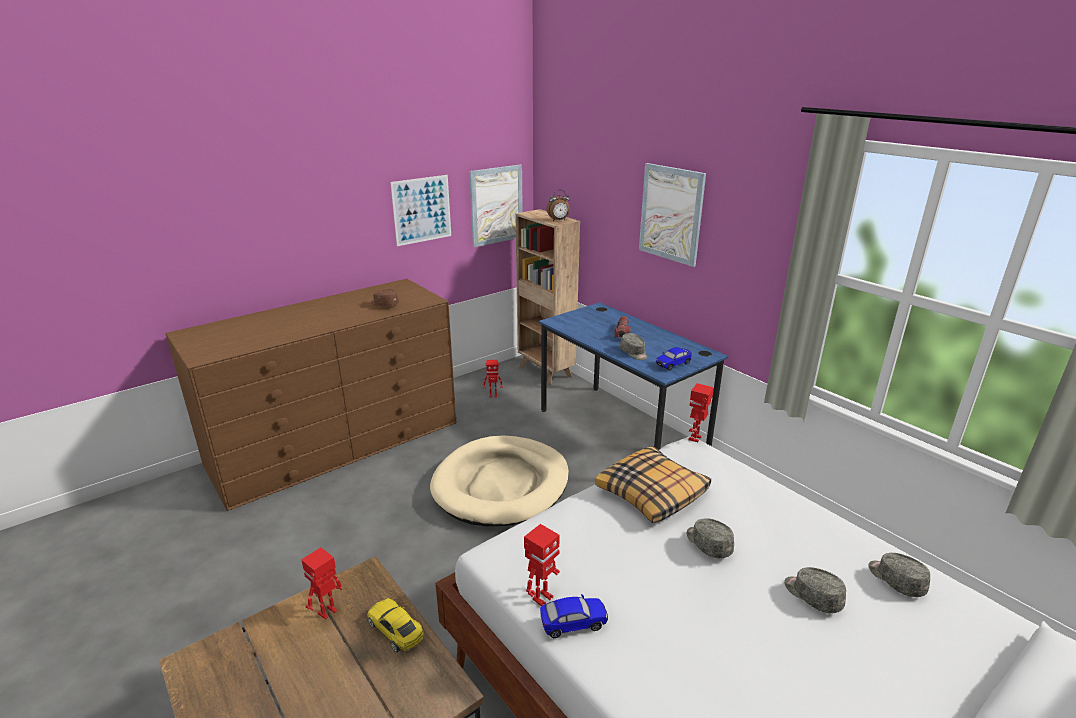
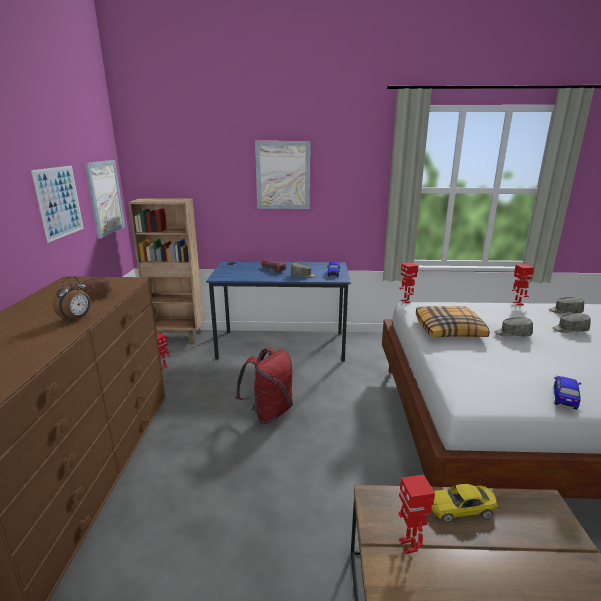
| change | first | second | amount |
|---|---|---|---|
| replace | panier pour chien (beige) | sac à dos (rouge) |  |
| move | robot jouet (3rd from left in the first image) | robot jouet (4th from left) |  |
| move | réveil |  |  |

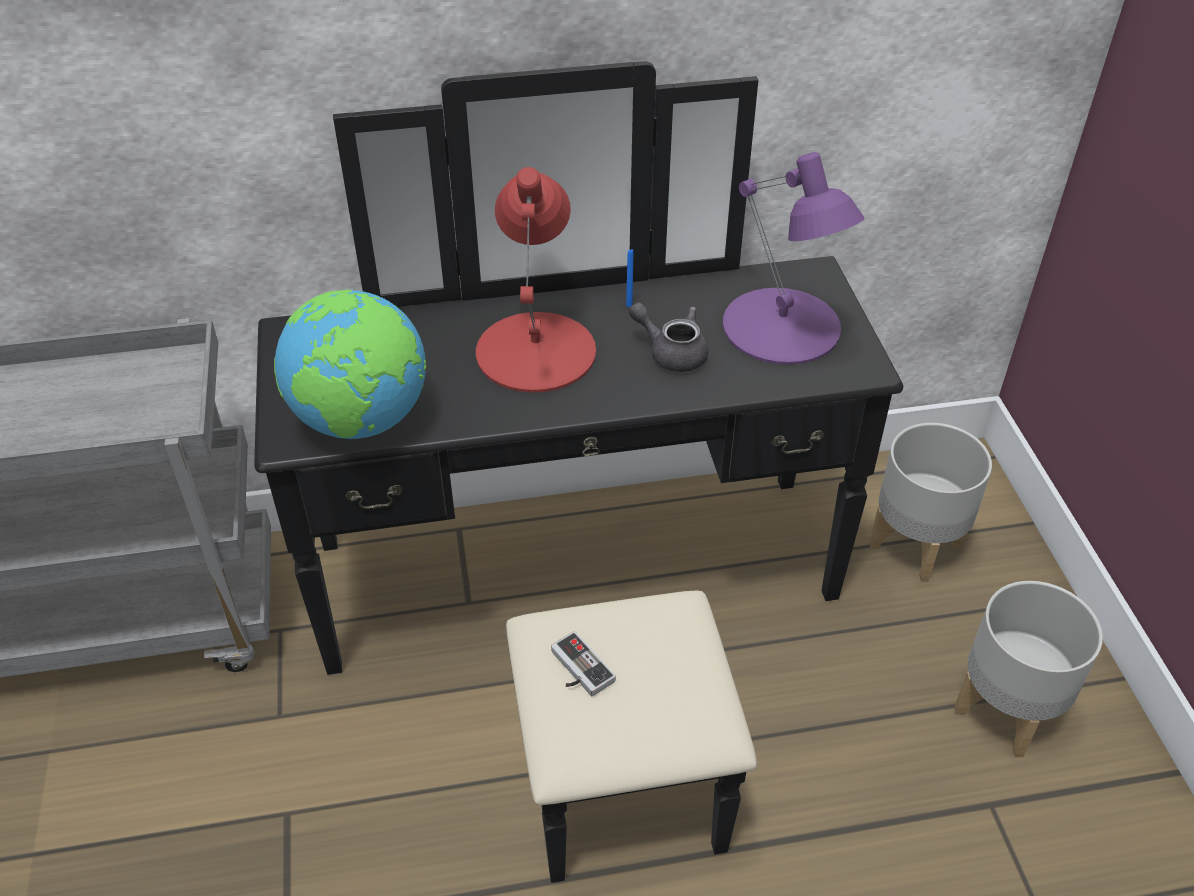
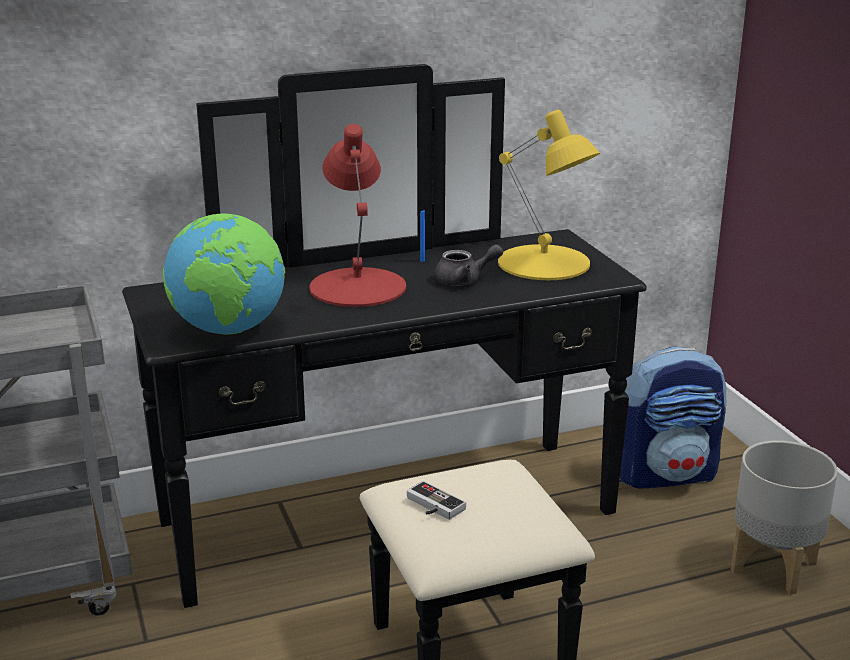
| change | first | second | amount |
|---|---|---|---|
| rotate | théière (gris) |  | 150 degrees clockwise |
| recolor | lampe de table (violet) | lampe de table (jaune) |  |
| replace | cache-pot (gris) (1st from left) | sac à dos |  |

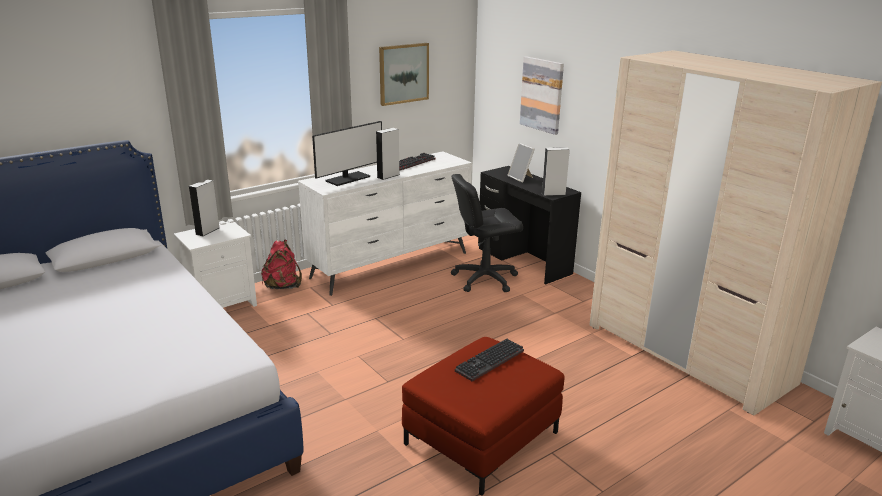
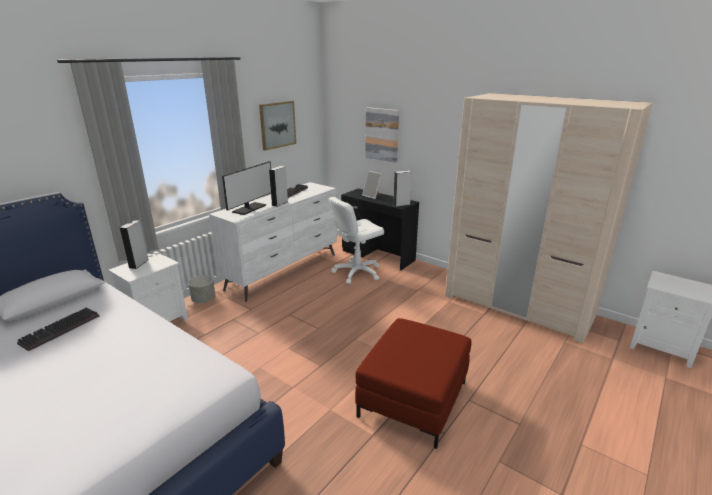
| change | first | second | amount |
|---|---|---|---|
| replace | sac à dos (rouge) | cache-pot (gris) |  |
| recolor | chaise de bureau (noir) | chaise de bureau (blanc) |  |
| move | clavier (2nd from left in the first image) | clavier (1st from left) |  |

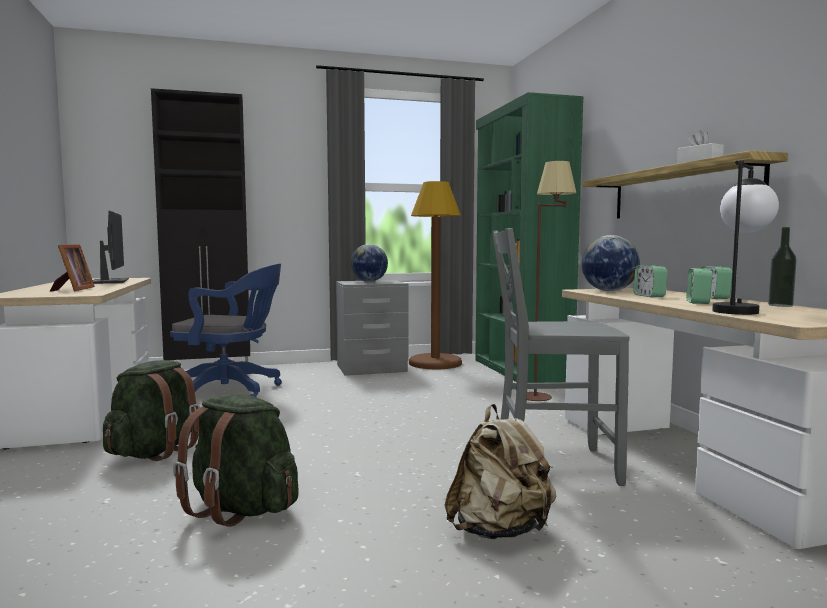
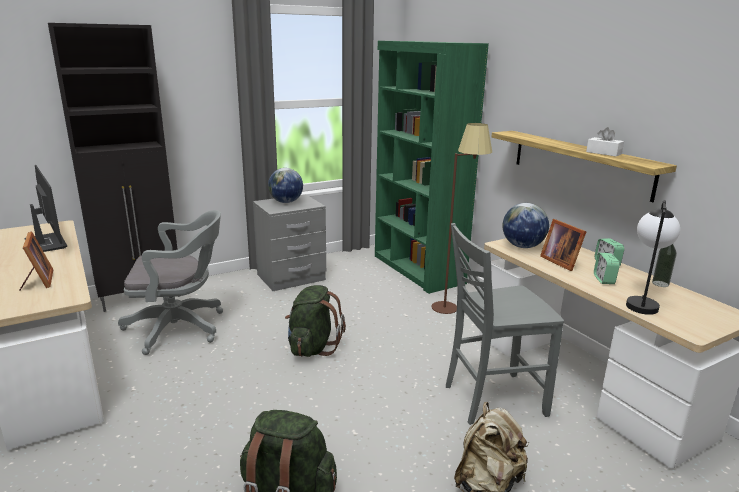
| change | first | second | amount |
|---|---|---|---|
| move | sac à dos (vert) (1st from left in the first image) | sac à dos (vert) (2nd from left) |  |
| recolor | chaise de bureau (bleu) | chaise de bureau (gris) |  |
| delete | lampadaire (marron) (1st from left) |  |  |
| replace | réveil (1st from left) | cadre photo (2nd from left) |  |

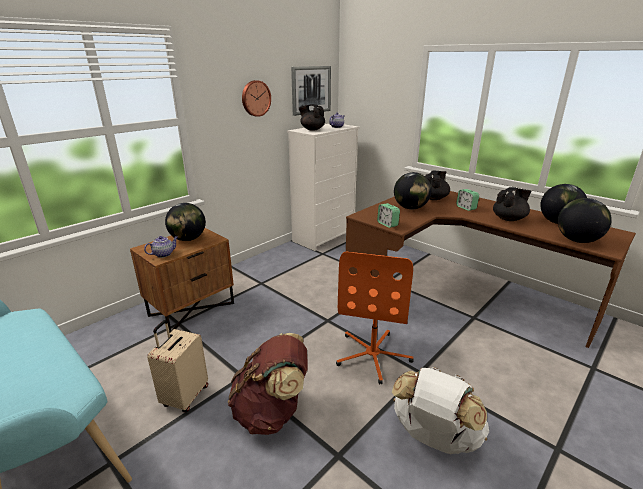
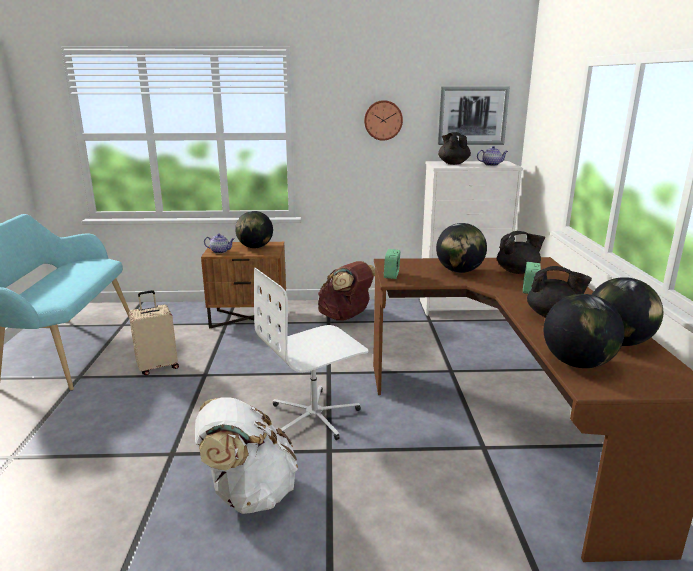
| change | first | second | amount |
|---|---|---|---|
| move | sac à dos (marron) |  |  |
| recolor | chaise de bureau (orange) | chaise de bureau (blanc) |  |

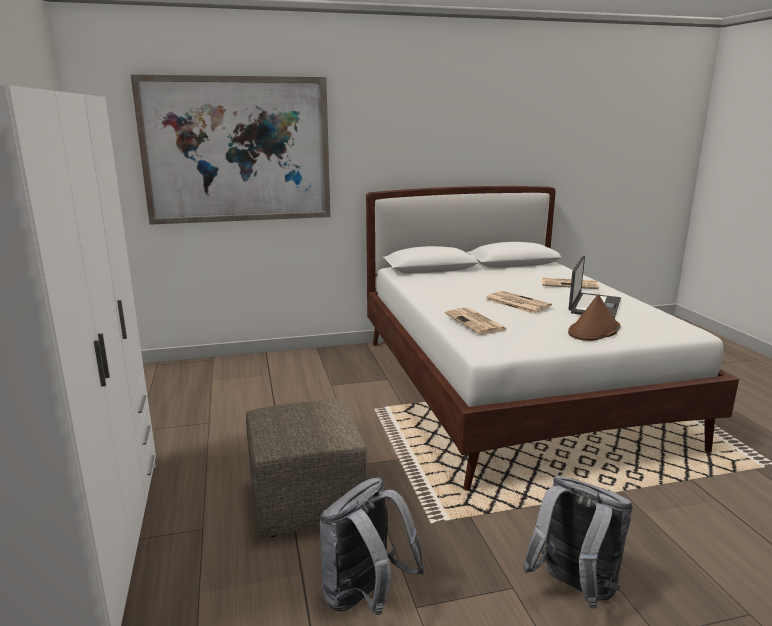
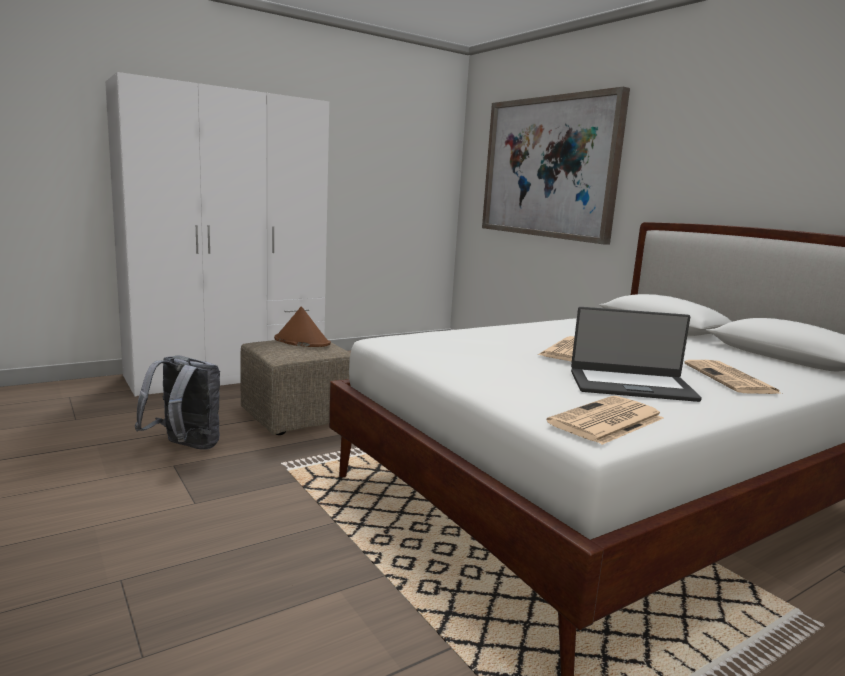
| change | first | second | amount |
|---|---|---|---|
| move | journal (1st from left in the first image) | journal (2nd from left) |  |
| delete | sac à dos (gris) (2nd from left) |  |  |
| move | chapeau (marron) |  |  |

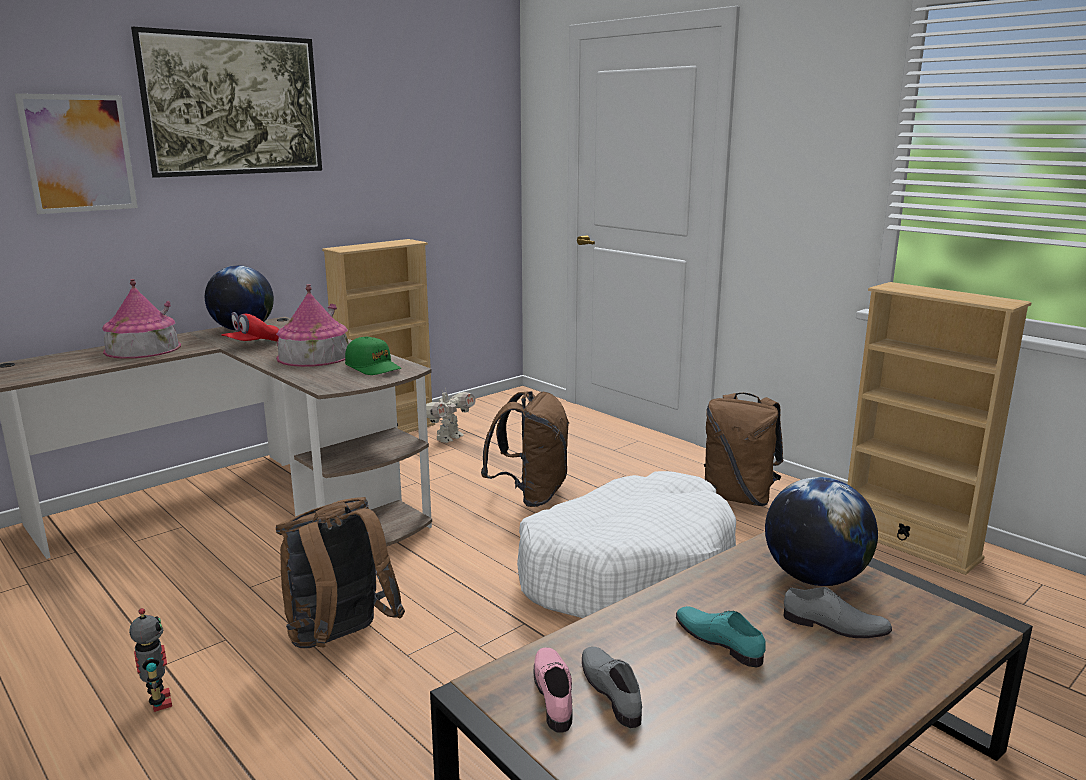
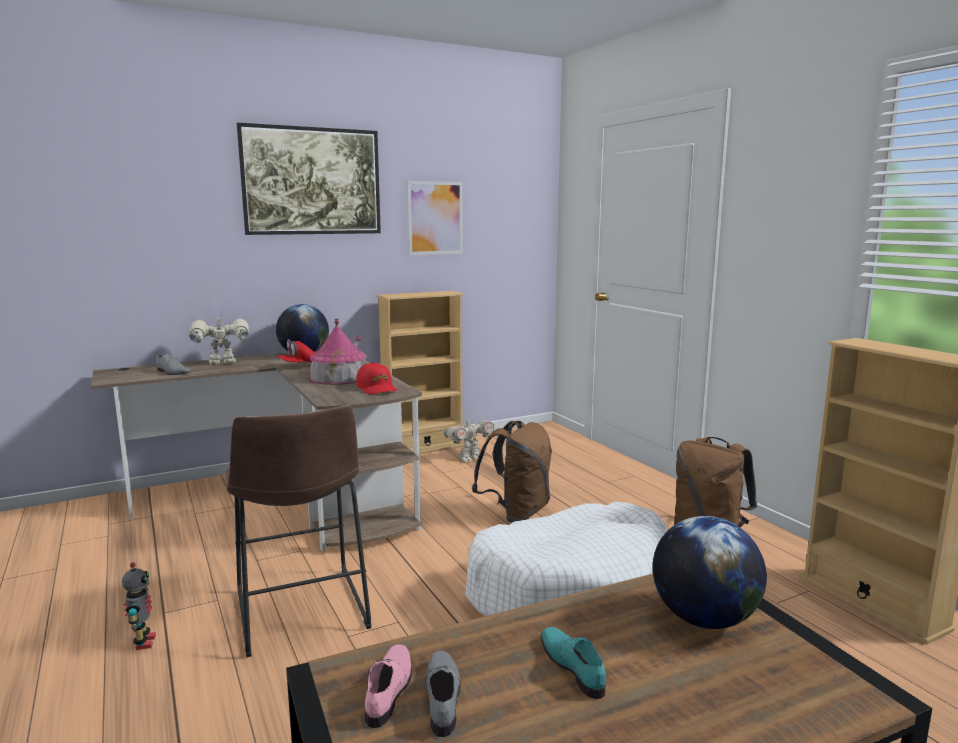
| change | first | second | amount |
|---|---|---|---|
| move | tableau (1st from left in the first image) | tableau (2nd from left) |  |
| replace | maison miniature (1st from left) | robot jouet (2nd from left) |  |
| replace | sac à dos (marron) (1st from left) | tabouret (marron) |  |
| recolor | casquette (vert) | casquette (rouge) (2nd from left) |  |
| move | chaussure (gris) (2nd from left in the first image) | chaussure (gris) (1st from left) |  |

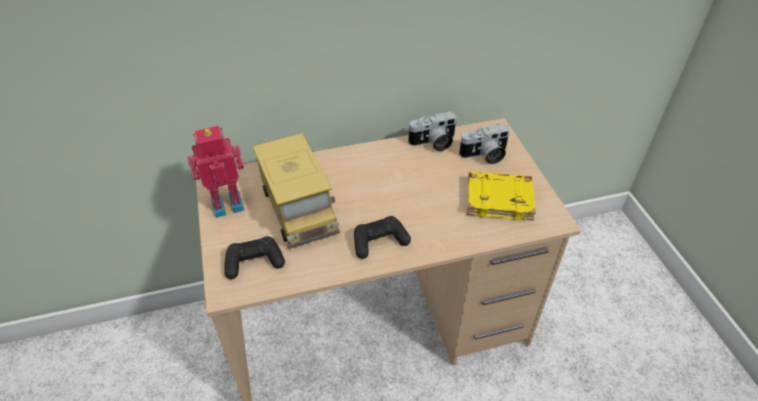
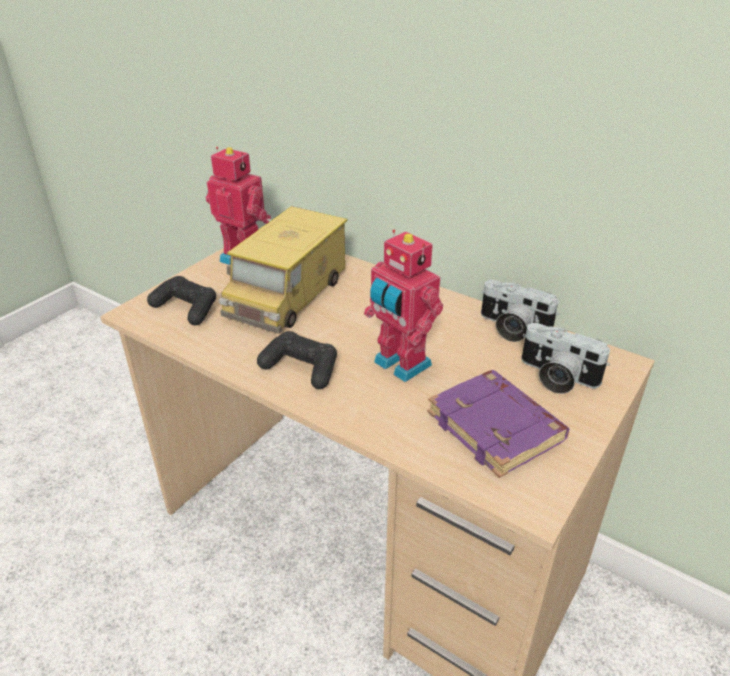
| change | first | second | amount |
|---|---|---|---|
| recolor | livre (jaune) | livre (violet) |  |
| insert |  | robot jouet (2nd from left) |  |

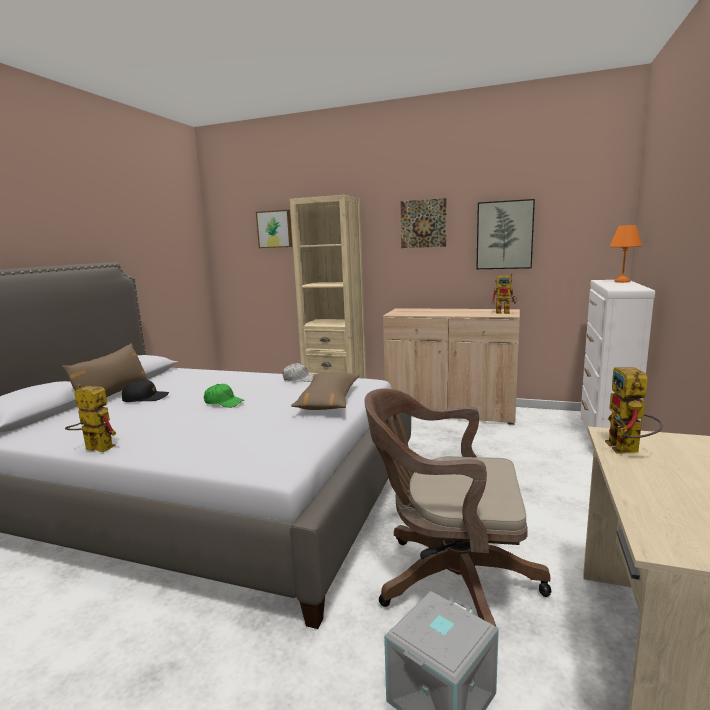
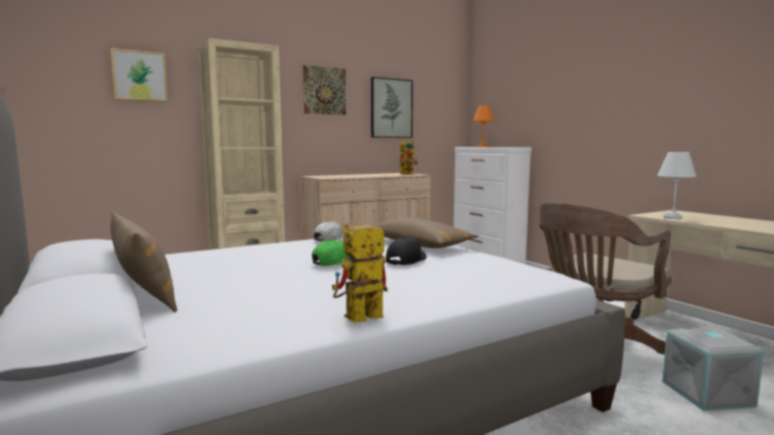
| change | first | second | amount |
|---|---|---|---|
| move | casquette (noir) |  |  |
| replace | robot jouet (3rd from left) | lampe de table (blanc) |  |

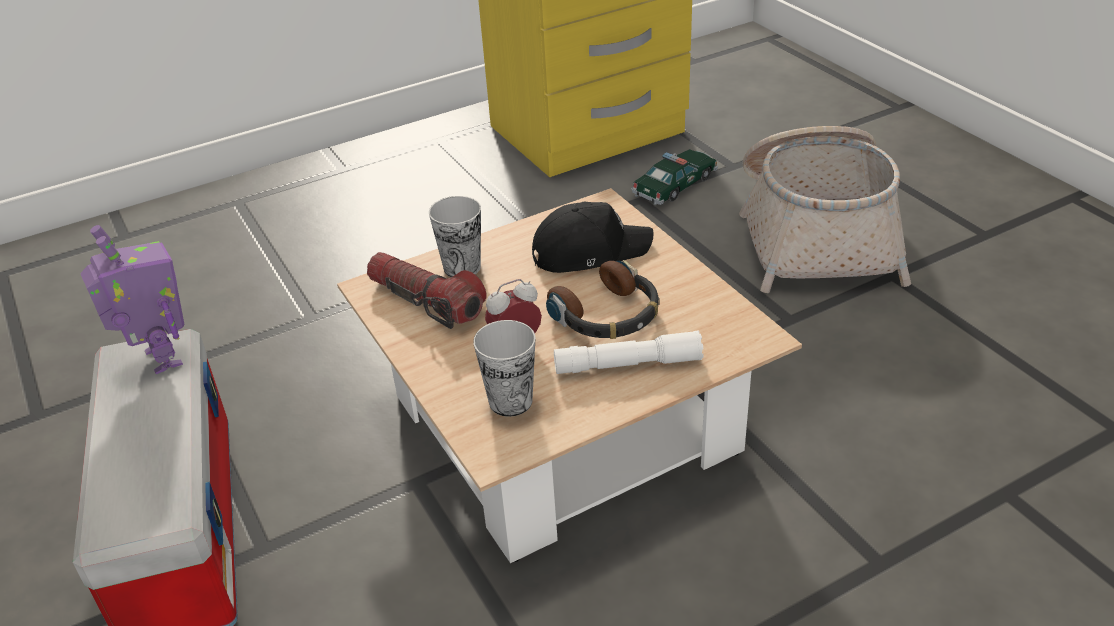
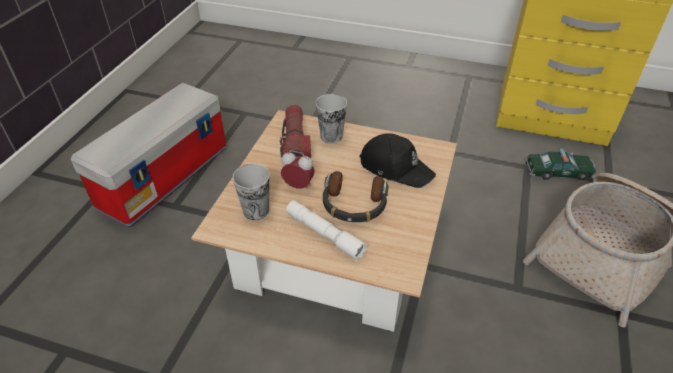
| change | first | second | amount |
|---|---|---|---|
| delete | robot jouet |  |  |

